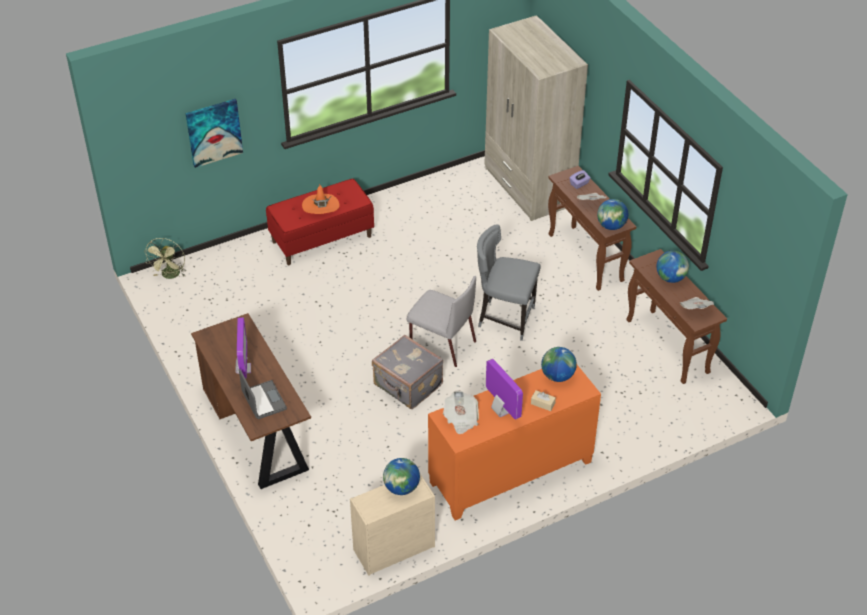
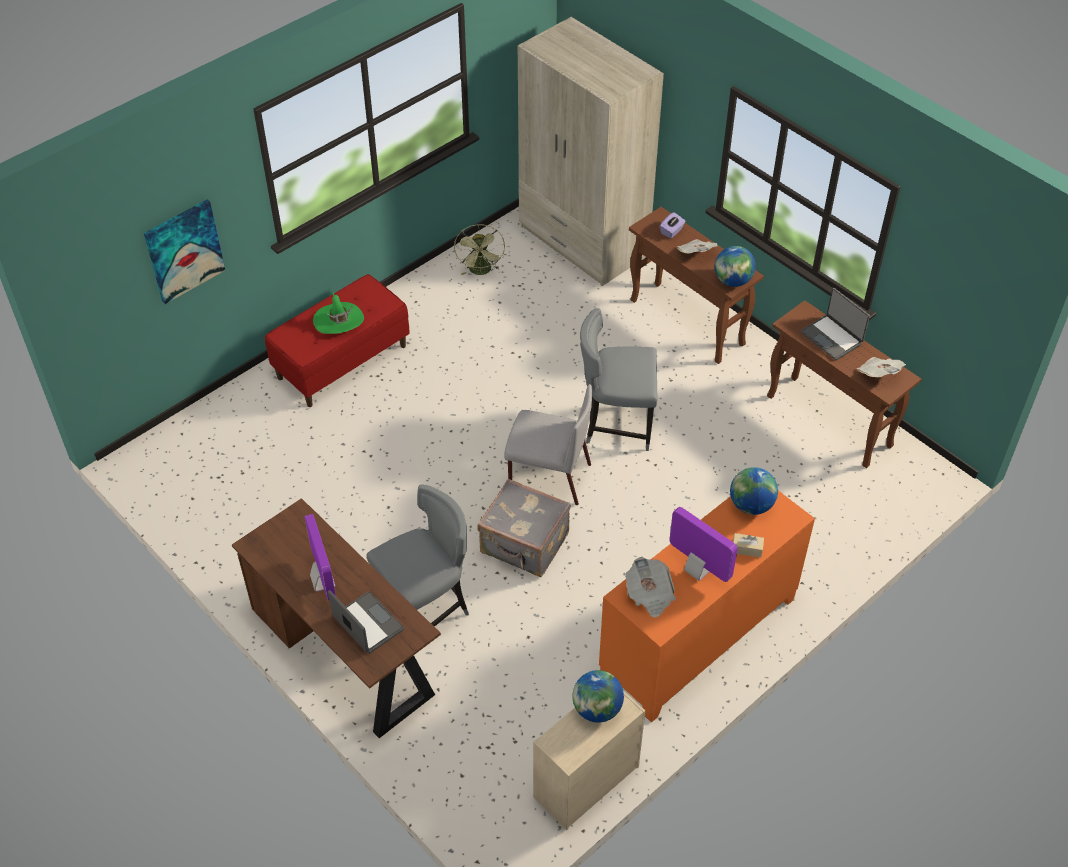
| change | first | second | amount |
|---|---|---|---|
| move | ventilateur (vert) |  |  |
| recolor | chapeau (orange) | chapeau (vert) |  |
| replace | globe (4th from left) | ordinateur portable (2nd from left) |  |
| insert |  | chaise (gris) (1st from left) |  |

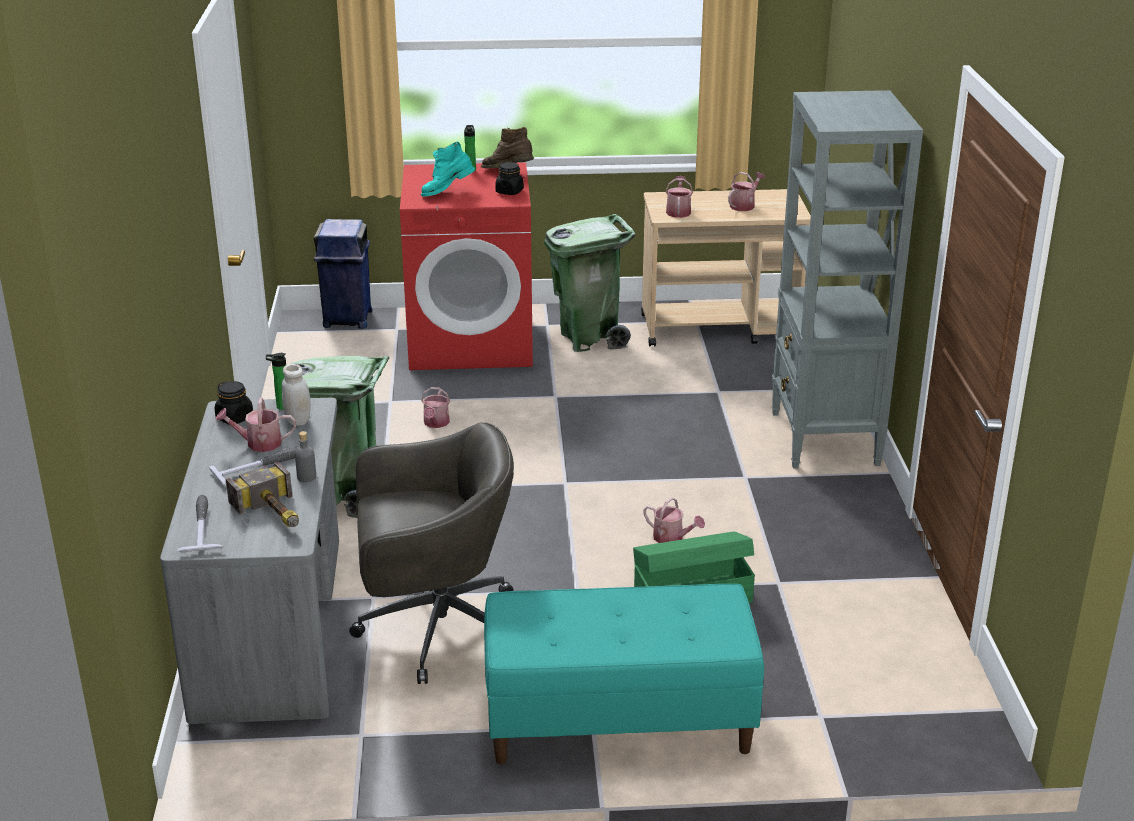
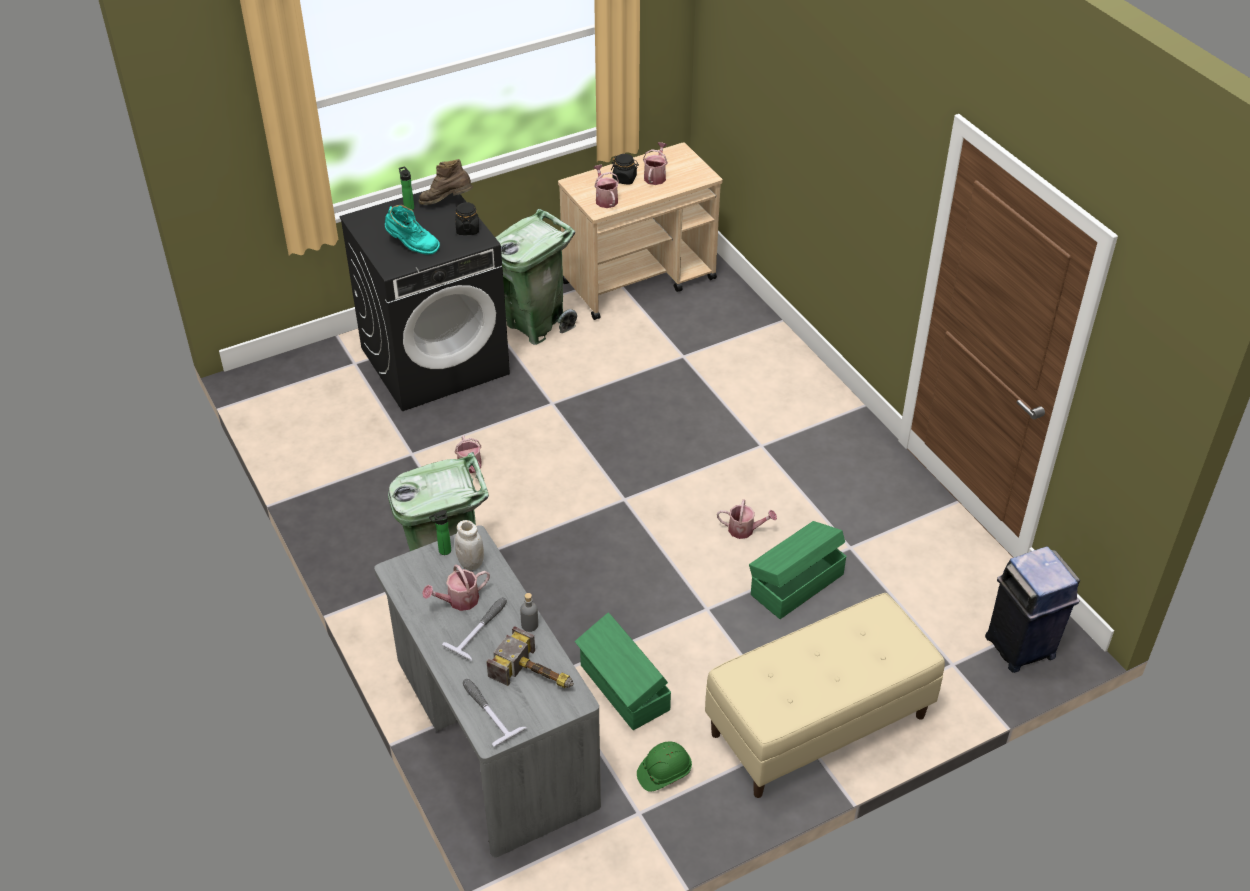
| change | first | second | amount |
|---|---|---|---|
| move | bocal (noir) (1st from left in the first image) | bocal (noir) (2nd from left) |  |
| move | poubelle (bleu) |  |  |
| replace | chaise de bureau (gris) | boîte de rangement (vert) (1st from left) |  |
| recolor | lave-linge (rouge) | lave-linge (noir) |  |
| rotate | botte (turquoise) |  | 105 degrees counterclockwise |
| recolor | banc (turquoise) | banc (beige) |  |
| delete | bibliothèque (gris) |  |  |
| insert |  | casque de chantier (vert) |  |

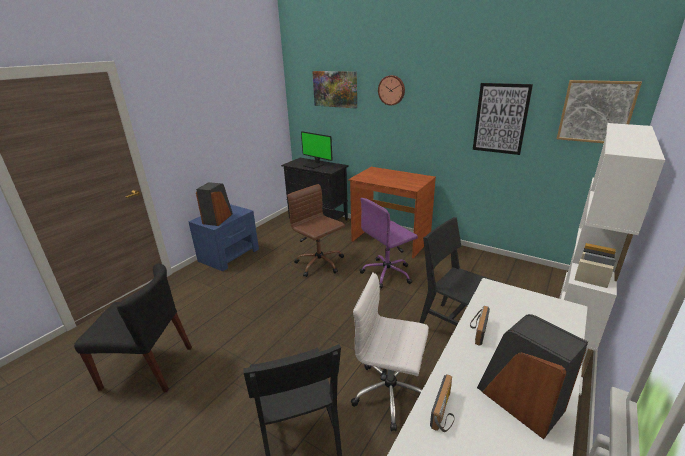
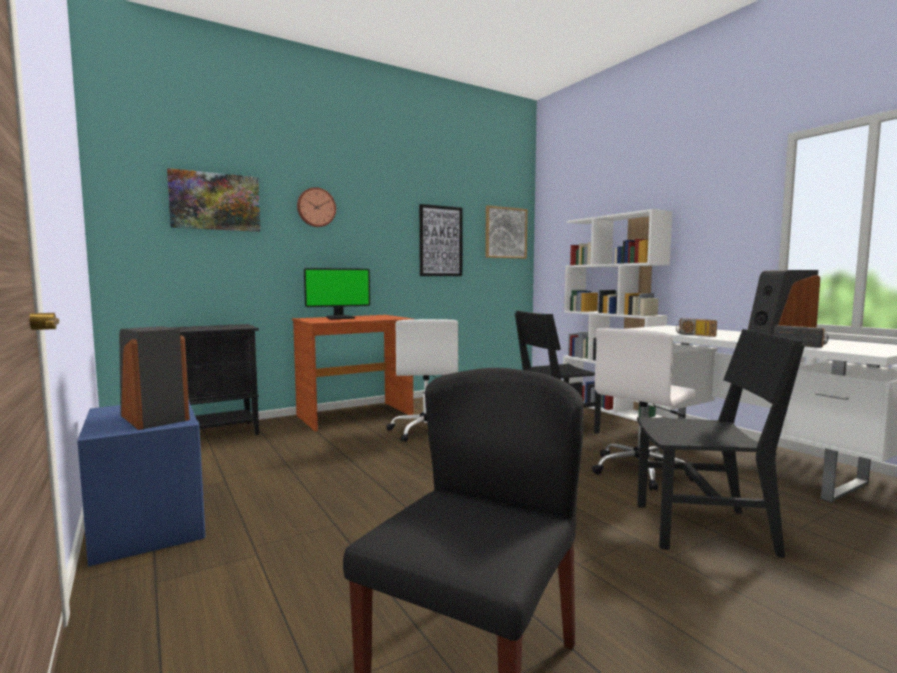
| change | first | second | amount |
|---|---|---|---|
| delete | chaise de bureau (marron) |  |  |
| move | écran d'ordinateur |  |  |
| recolor | chaise de bureau (violet) | chaise de bureau (blanc) (1st from left) |  |

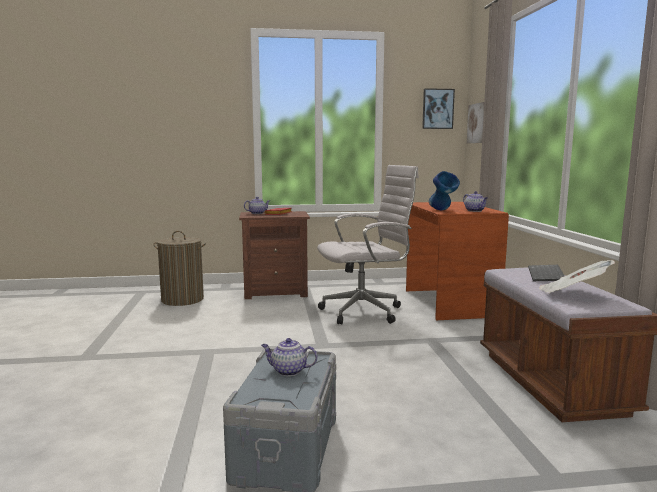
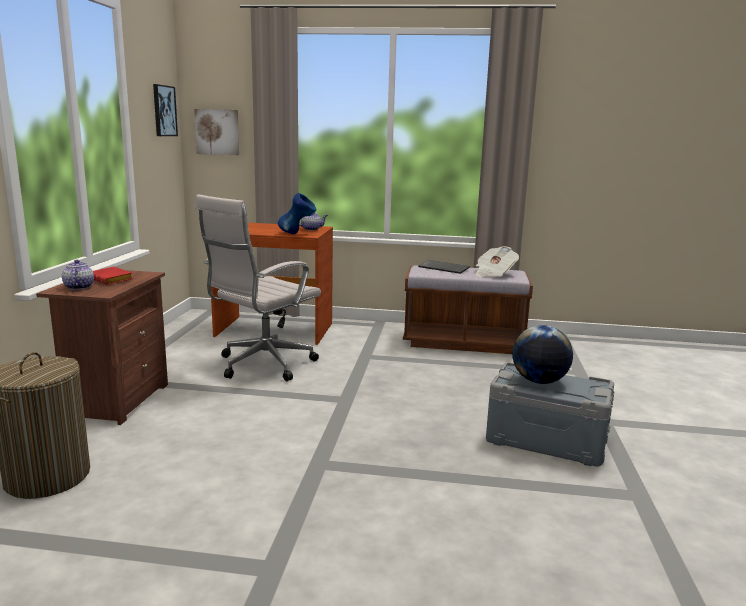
| change | first | second | amount |
|---|---|---|---|
| replace | théière (2nd from left) | globe |  |
| rotate | chaise de bureau (blanc) |  | 135 degrees counterclockwise |

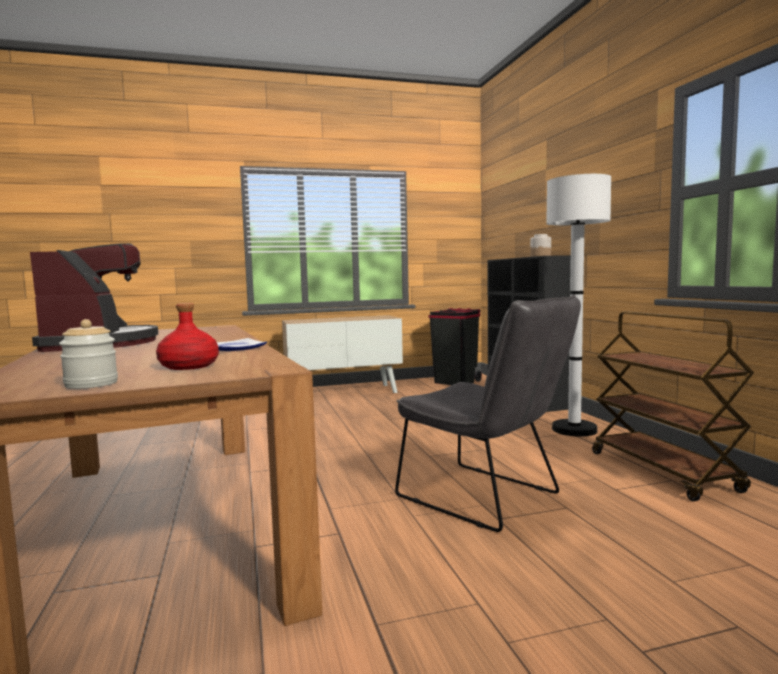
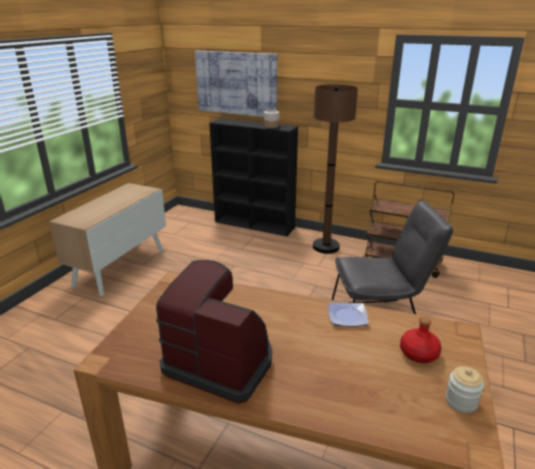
| change | first | second | amount |
|---|---|---|---|
| delete | poubelle (noir) |  |  |
| recolor | lampadaire (blanc) | lampadaire (marron) |  |
| insert |  | tableau |  |

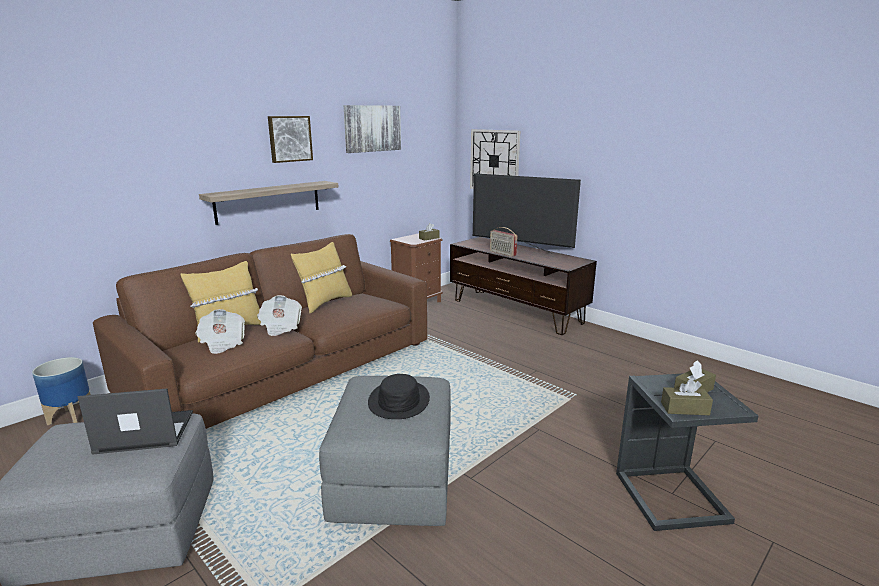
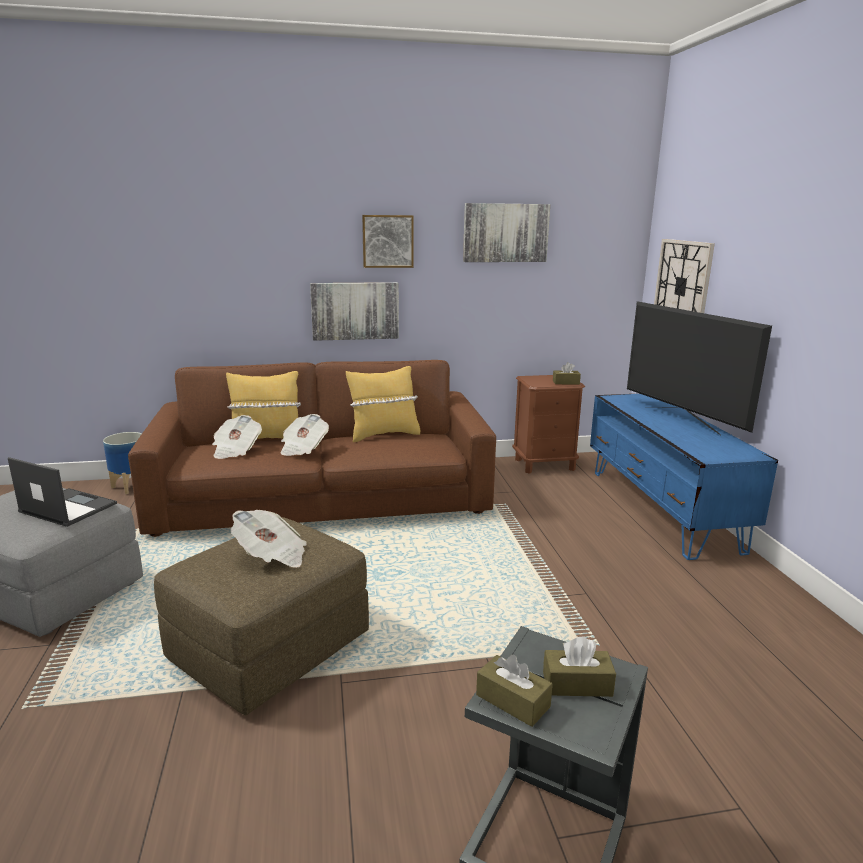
| change | first | second | amount |
|---|---|---|---|
| replace | étagère | tableau (1st from left) |  |
| recolor | pouf (gris) (2nd from left) | pouf (marron) |  |
| replace | chapeau (noir) | journal (2nd from left) |  |
| recolor | meuble télé (marron) | meuble télé (bleu) |  |
| delete | radio |  |  |

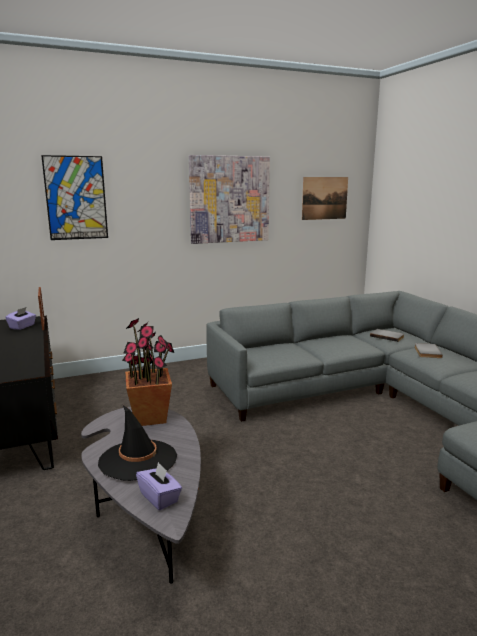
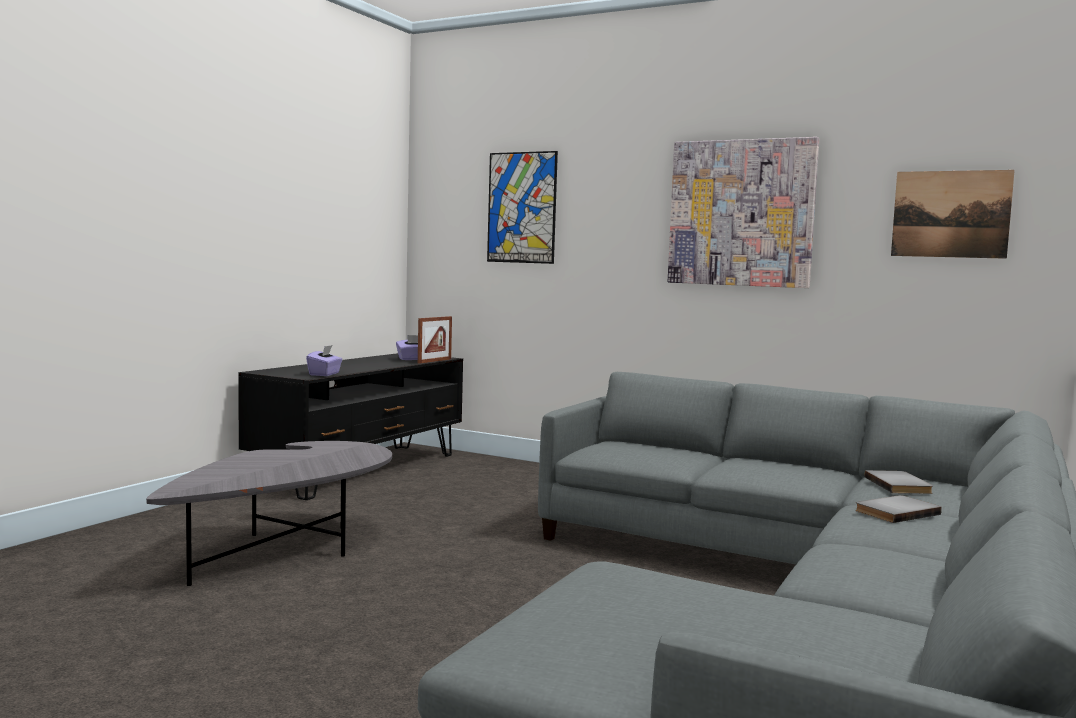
| change | first | second | amount |
|---|---|---|---|
| delete | chapeau (noir) |  |  |
| delete | plante en pot |  |  |
| move | boîte à mouchoirs (violet) (2nd from left in the first image) | boîte à mouchoirs (violet) (1st from left) |  |

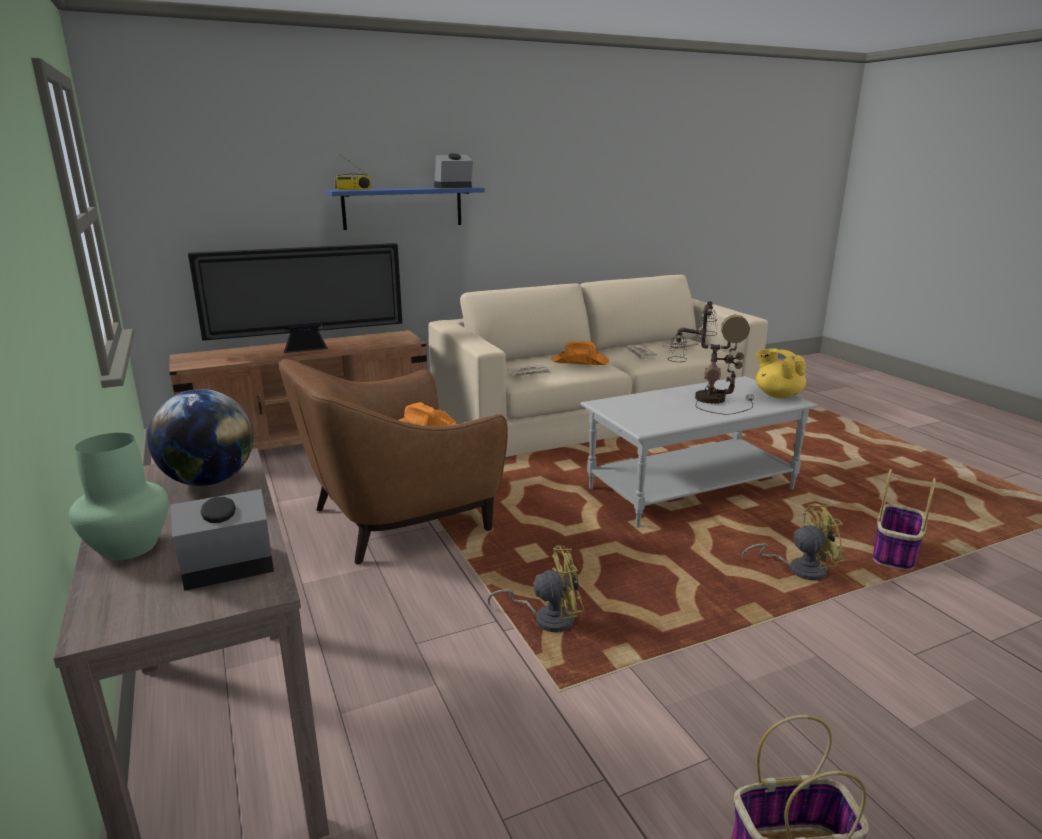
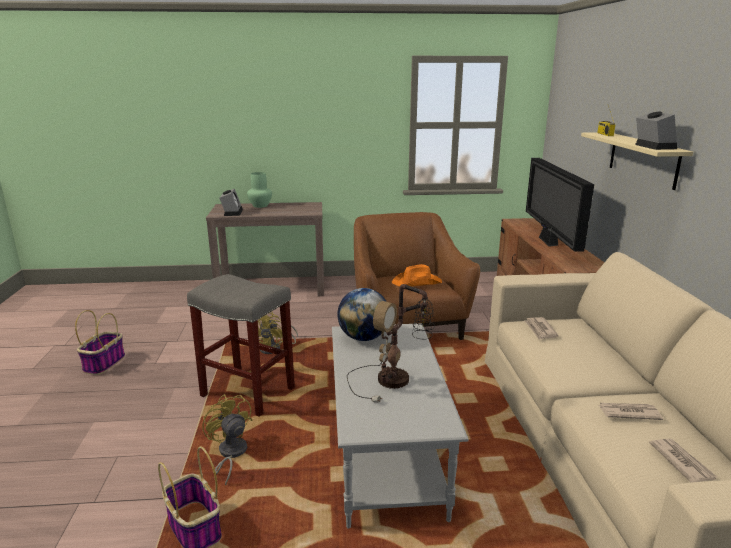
| change | first | second | amount |
|---|---|---|---|
| move | globe |  |  |
| recolor | étagère (bleu) | étagère (beige) |  |
| delete | chapeau (orange) (2nd from left) |  |  |
| rotate | ventilateur (jaune) (2nd from left in the first image) | ventilateur (jaune) (1st from left) | 135 degrees clockwise |
| delete | théière (jaune) |  |  |
| insert |  | tabouret (gris) |  |

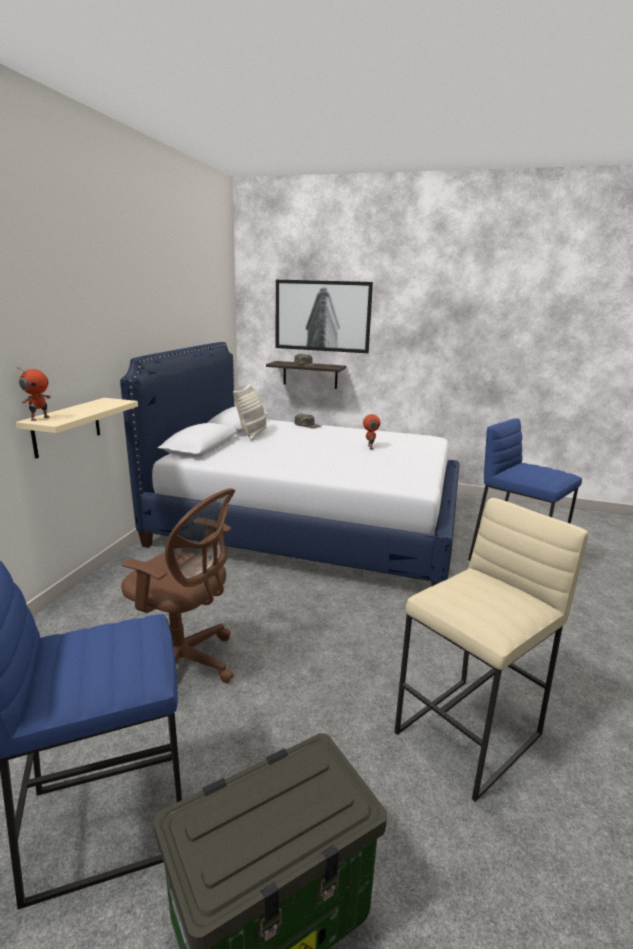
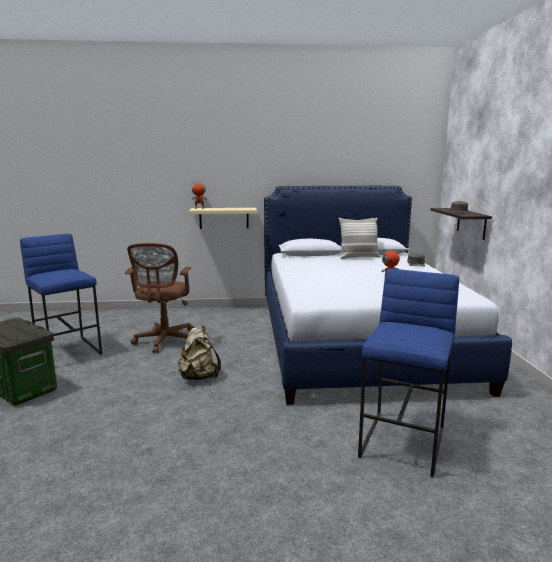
| change | first | second | amount |
|---|---|---|---|
| delete | tableau |  |  |
| delete | tabouret (beige) |  |  |
| insert |  | sac à dos (beige) |  |

